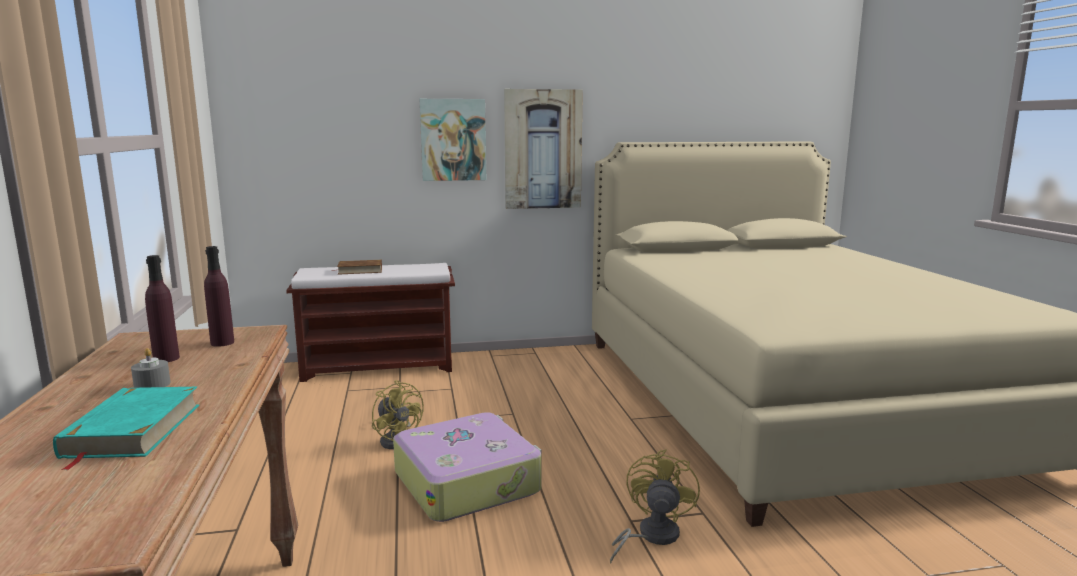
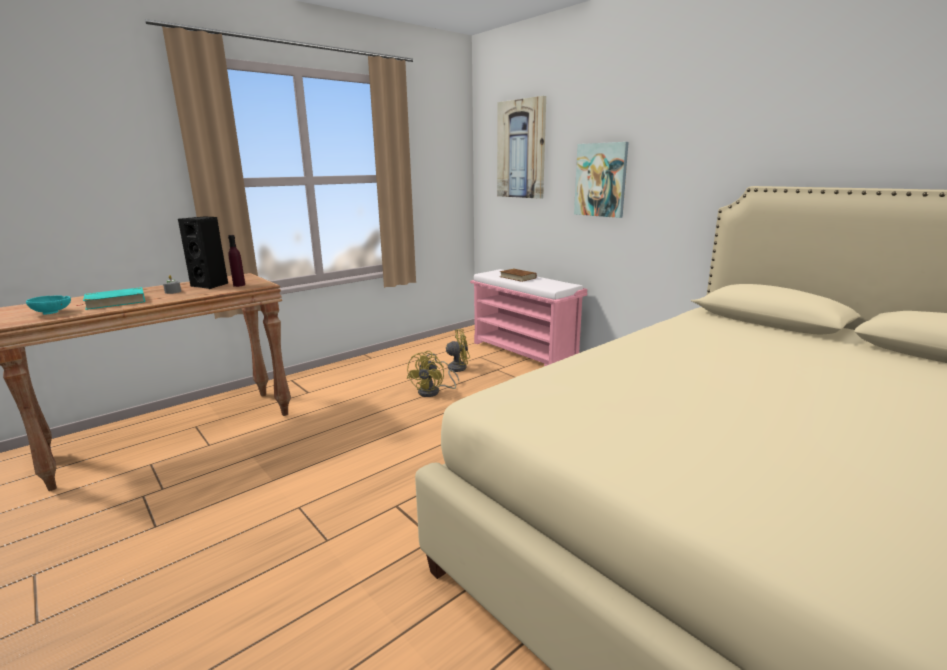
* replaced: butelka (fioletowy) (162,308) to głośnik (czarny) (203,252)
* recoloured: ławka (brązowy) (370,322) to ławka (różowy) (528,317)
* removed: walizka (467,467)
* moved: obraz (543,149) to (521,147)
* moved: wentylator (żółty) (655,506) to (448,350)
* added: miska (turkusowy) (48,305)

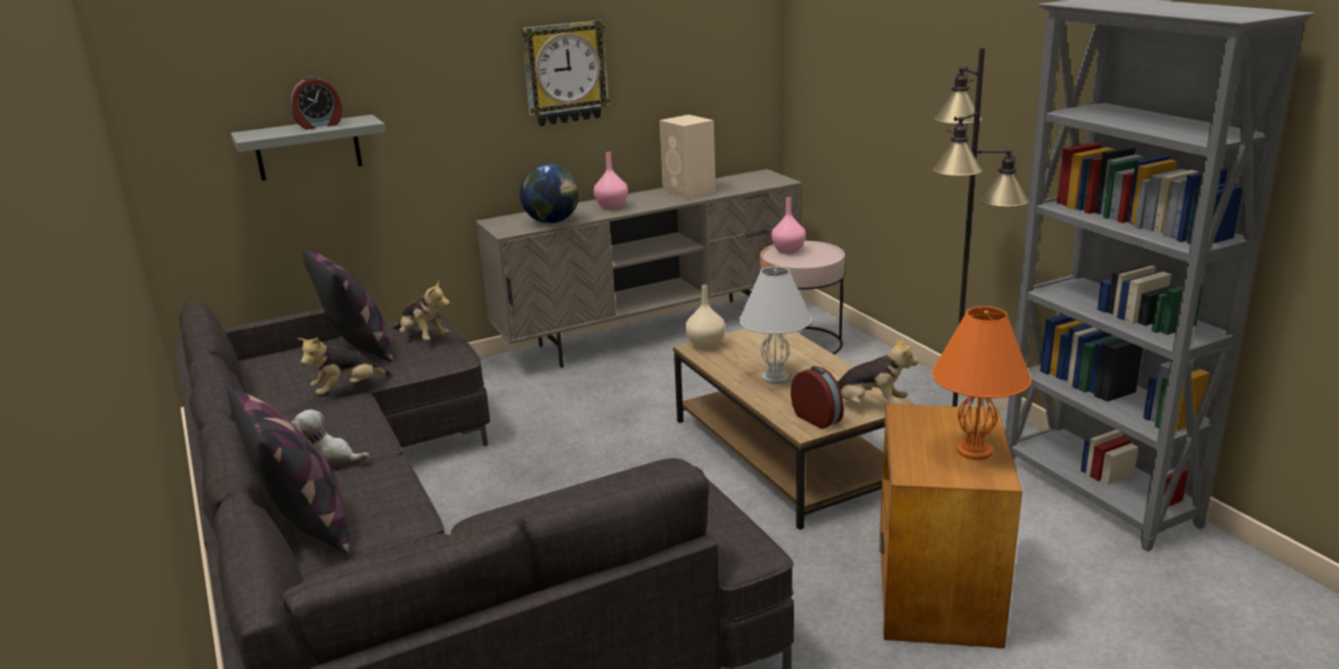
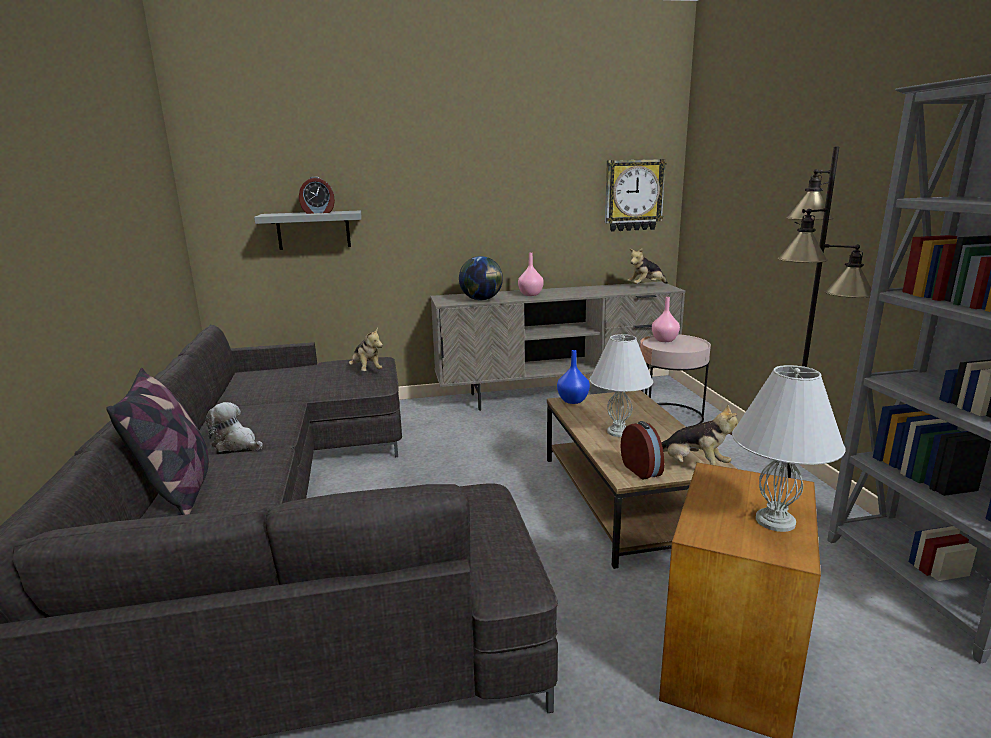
* moved: pluszak (344,366) to (647,266)
* removed: poduszka (347,304)
* moved: zegar ścienny (565,73) to (636,195)
* removed: głośnik (beżowy) (688,157)
* recoloured: wazon (beżowy) (705,317) to wazon (niebieski) (573,377)
* recoloured: lampa stołowa (pomarańczowy) (981,383) to lampa stołowa (biały) (788,448)

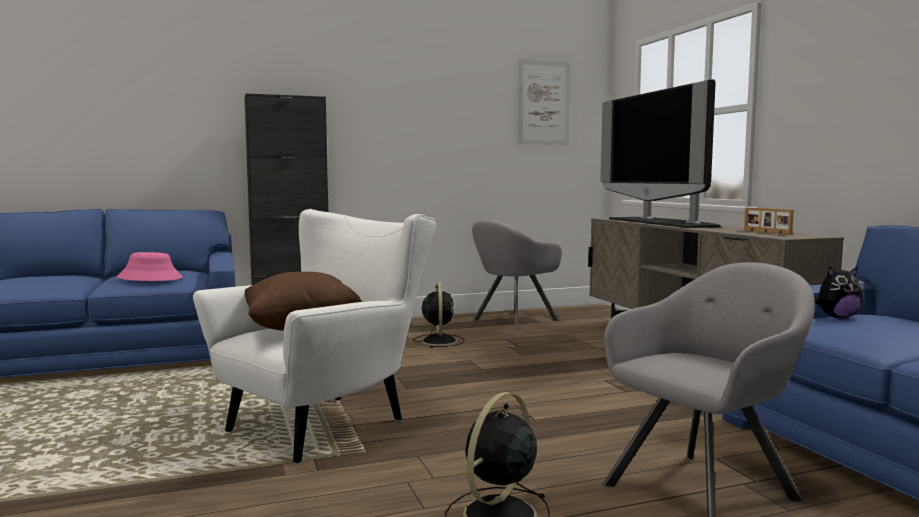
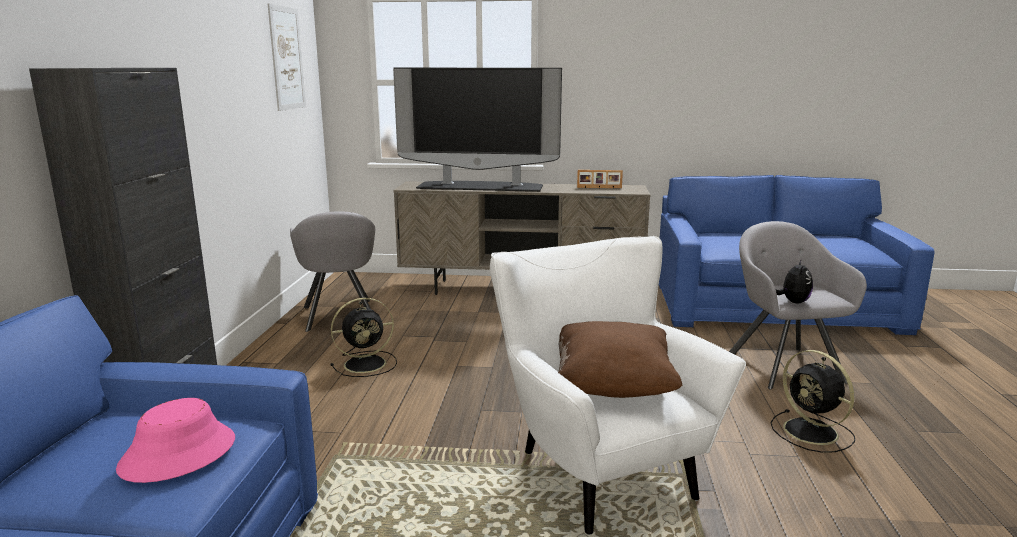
* turned: wentylator (czarny) (439,315) = (363,337) 135 degrees clockwise
* moved: pluszak (838,292) to (794,282)

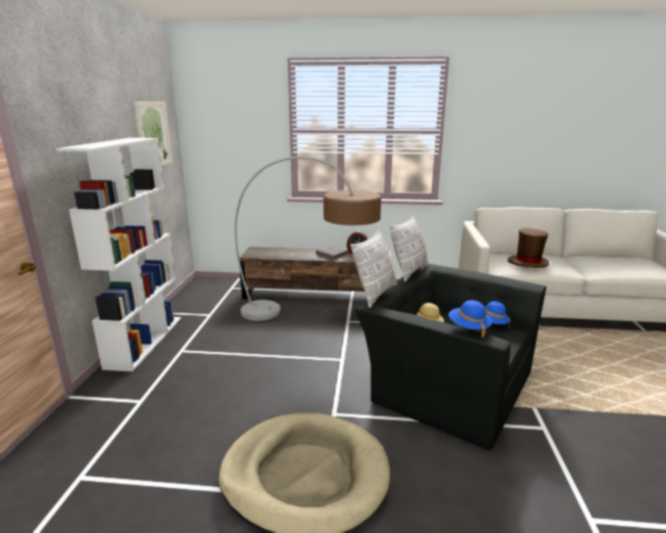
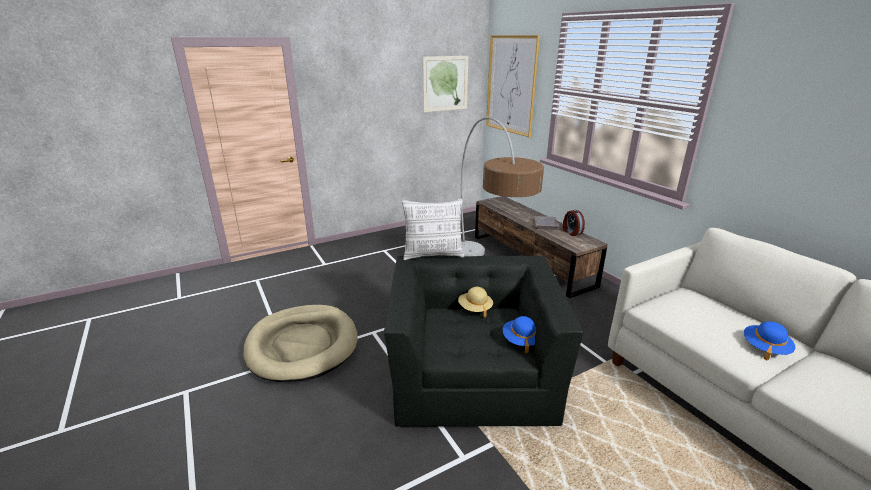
* removed: regał (biały) (118,255)
* removed: poduszka (409,248)
* moved: kapelusz (niebieski) (470,318) to (769,340)
* removed: kapelusz (brązowy) (528,248)
* added: obraz (513,86)

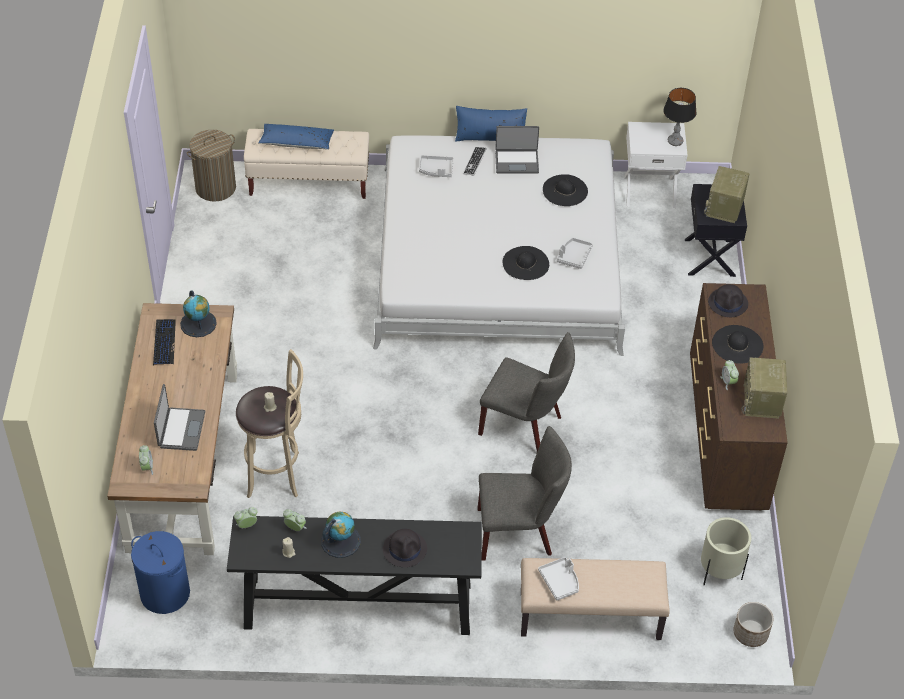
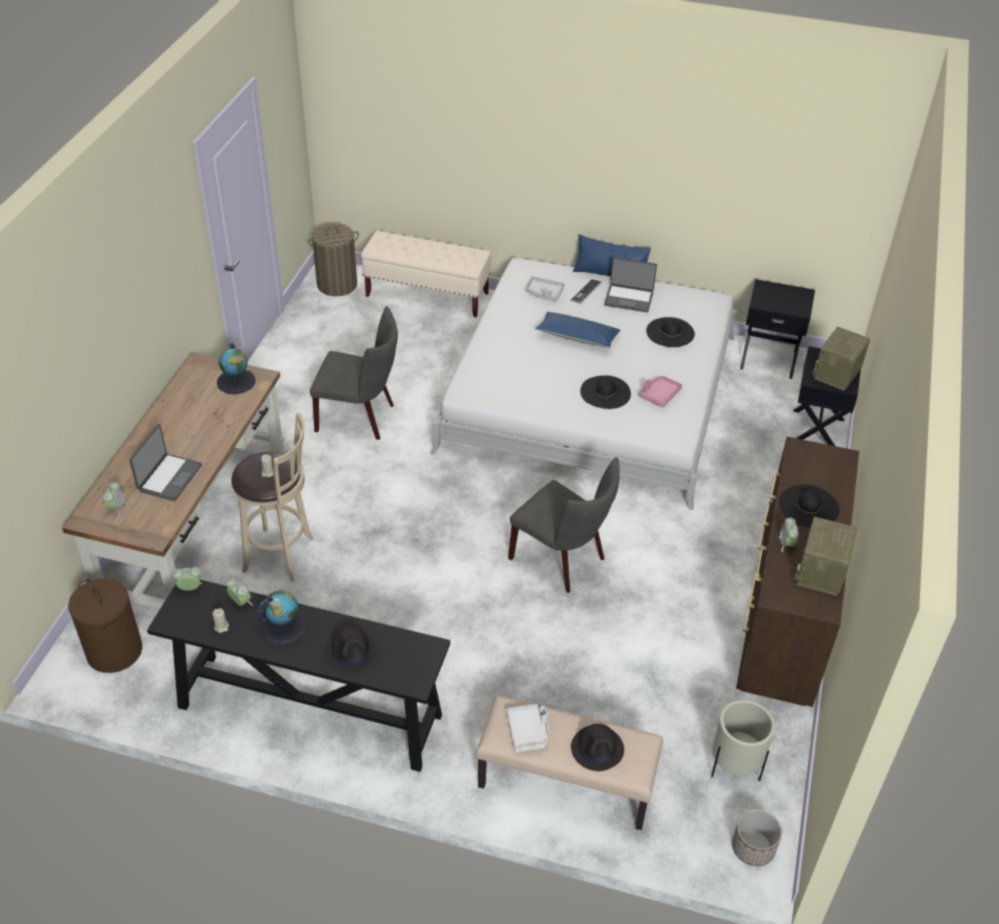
* recoloured: kosz na pranie (niebieski) (160,572) to kosz na pranie (brązowy) (105,625)
* removed: klawiatura (164,342)
* moved: poduszka (niebieski) (296,137) to (578,330)
* moved: krzesło (szary) (524,493) to (354,373)
* recoloured: taca (szary) (575,253) to taca (różowy) (660,391)
* recoloured: szafka nocna (biały) (656,165) to szafka nocna (czarny) (777,329)
* removed: lampa stołowa (680,117)
* moved: kapelusz (czarny) (728,300) to (597,747)

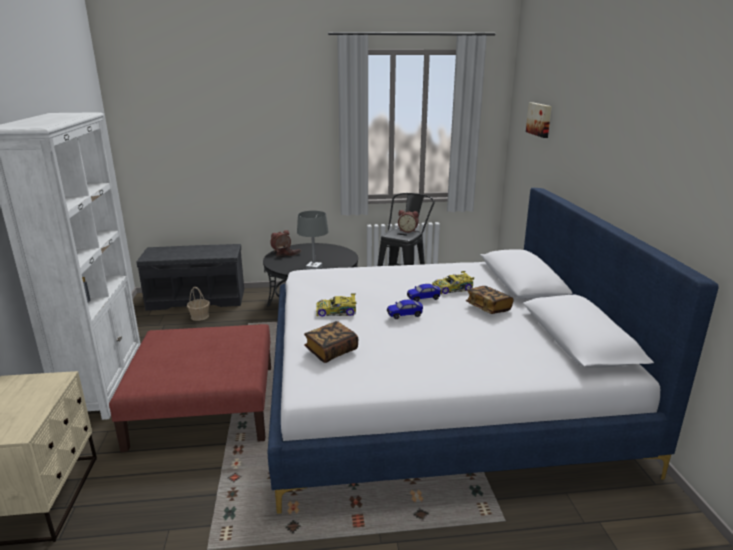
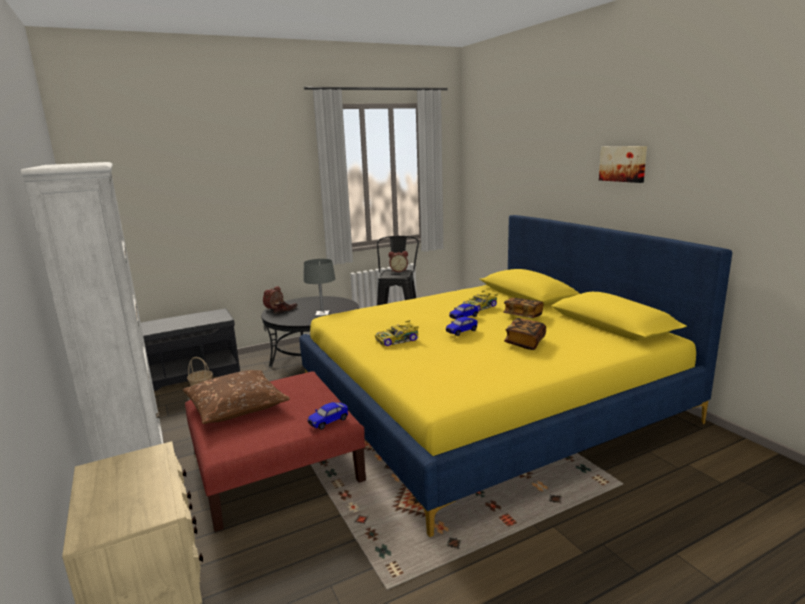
* recoloured: łóżko (biały) (493,351) to łóżko (żółty) (515,376)
* moved: książka (331,342) to (525,334)
* moved: obraz (539,120) to (623,164)
* added: poduszka (brązowy) (236,397)
* added: samochodzik (328,416)

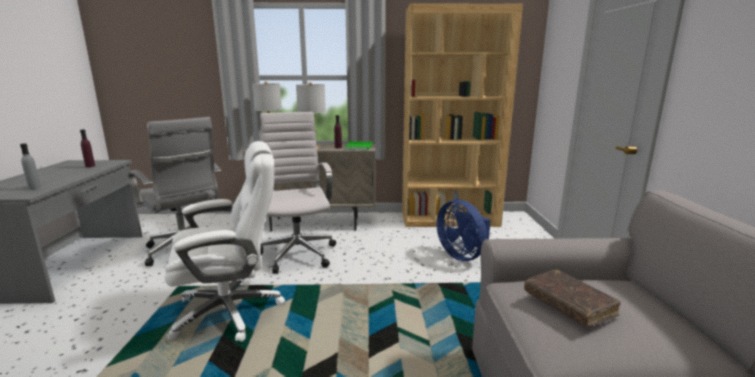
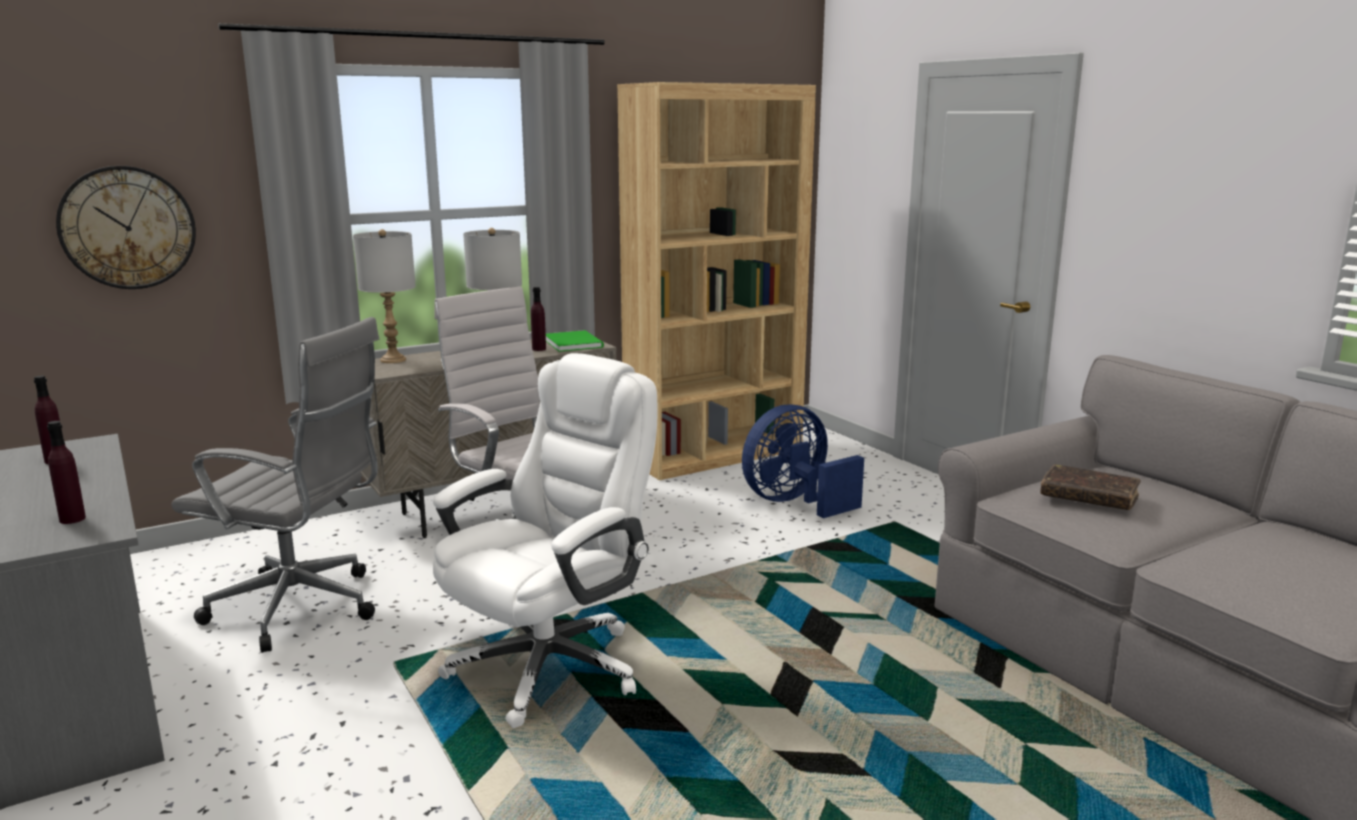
* recoloured: butelka (szary) (30,166) to butelka (fioletowy) (66,472)
* turned: wentylator (niebieski) (463,230) = (803,461) 120 degrees clockwise
* added: zegar ścienny (126,227)

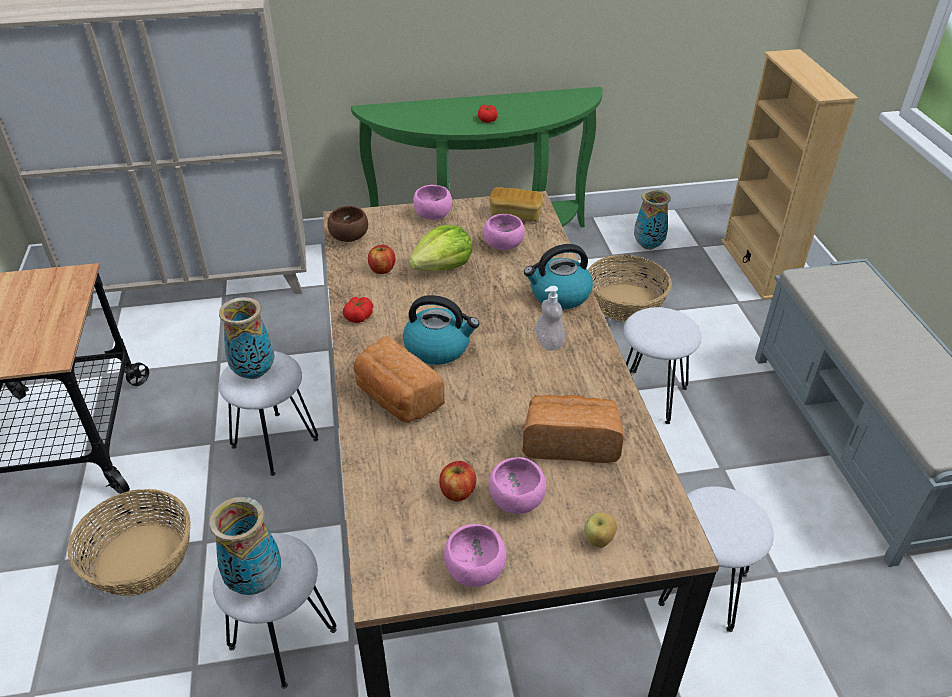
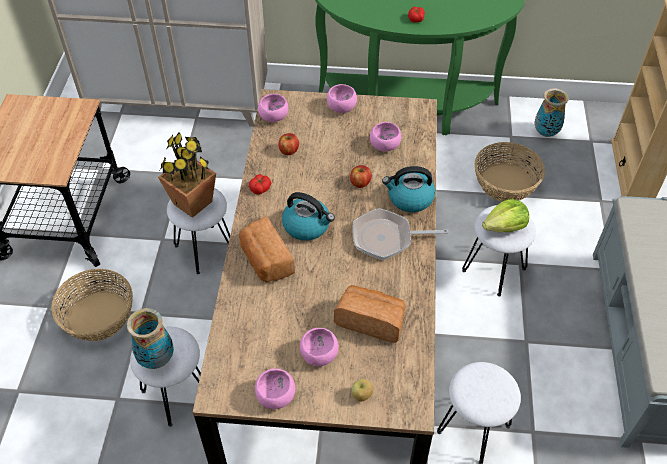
* replaced: wazon (246,338) to roślina doniczkowa (187,175)
* recoloured: miska (brązowy) (347,224) to miska (różowy) (273,108)
* moved: sałata (441,248) to (505,215)
* moved: jabłko (457,481) to (361,176)
* removed: chleb (516,204)
* replaced: dozownik mydła (550,318) to patelnia (400,234)

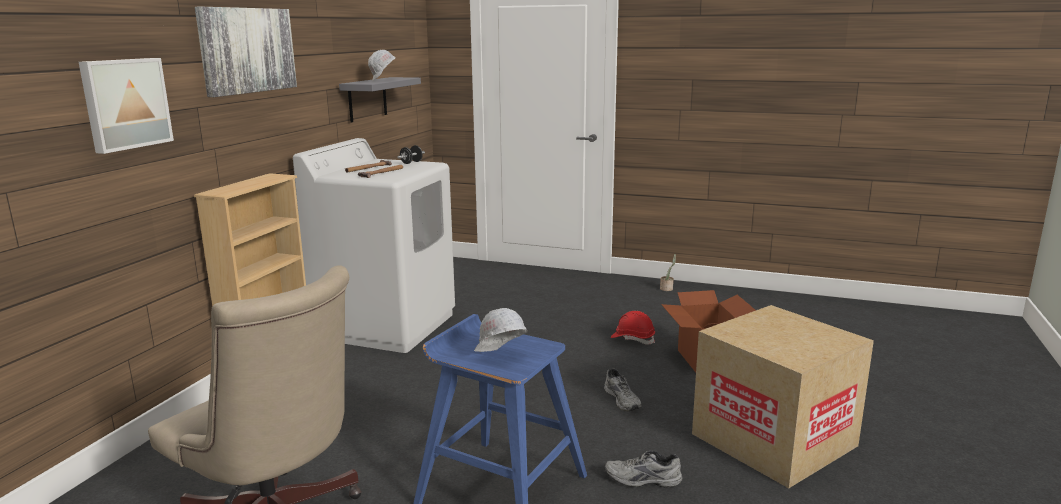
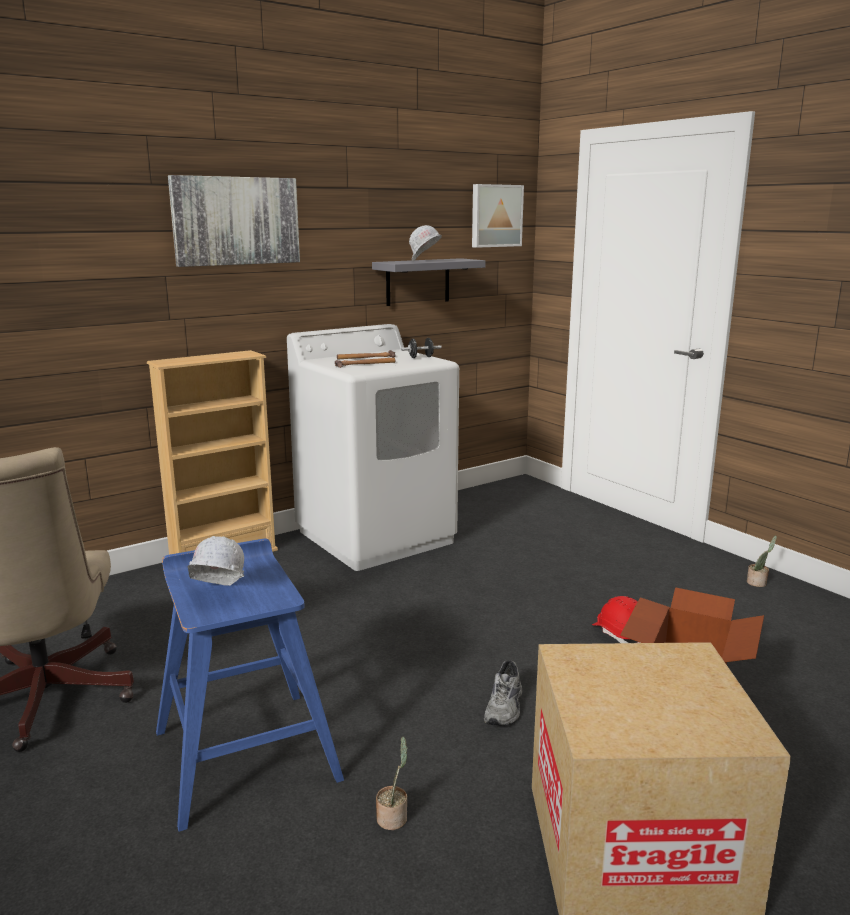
* moved: obraz (126,106) to (498,216)
* replaced: but (szary) (643,469) to roślina doniczkowa (392,783)

